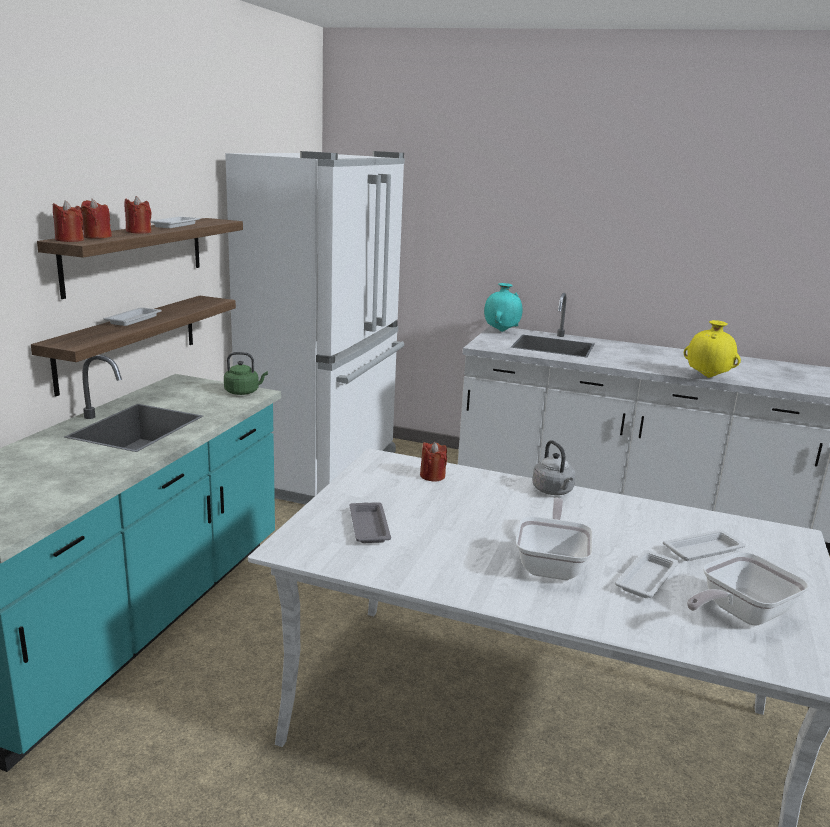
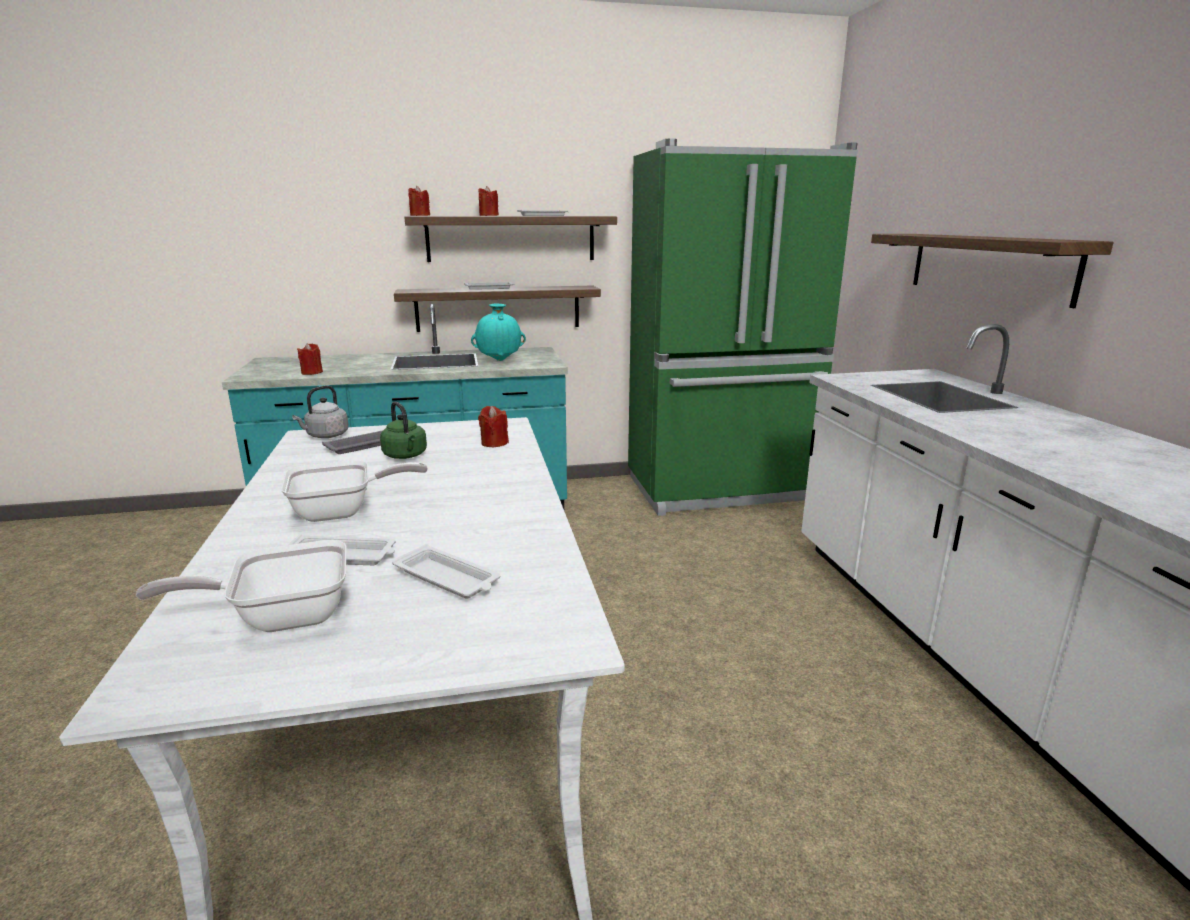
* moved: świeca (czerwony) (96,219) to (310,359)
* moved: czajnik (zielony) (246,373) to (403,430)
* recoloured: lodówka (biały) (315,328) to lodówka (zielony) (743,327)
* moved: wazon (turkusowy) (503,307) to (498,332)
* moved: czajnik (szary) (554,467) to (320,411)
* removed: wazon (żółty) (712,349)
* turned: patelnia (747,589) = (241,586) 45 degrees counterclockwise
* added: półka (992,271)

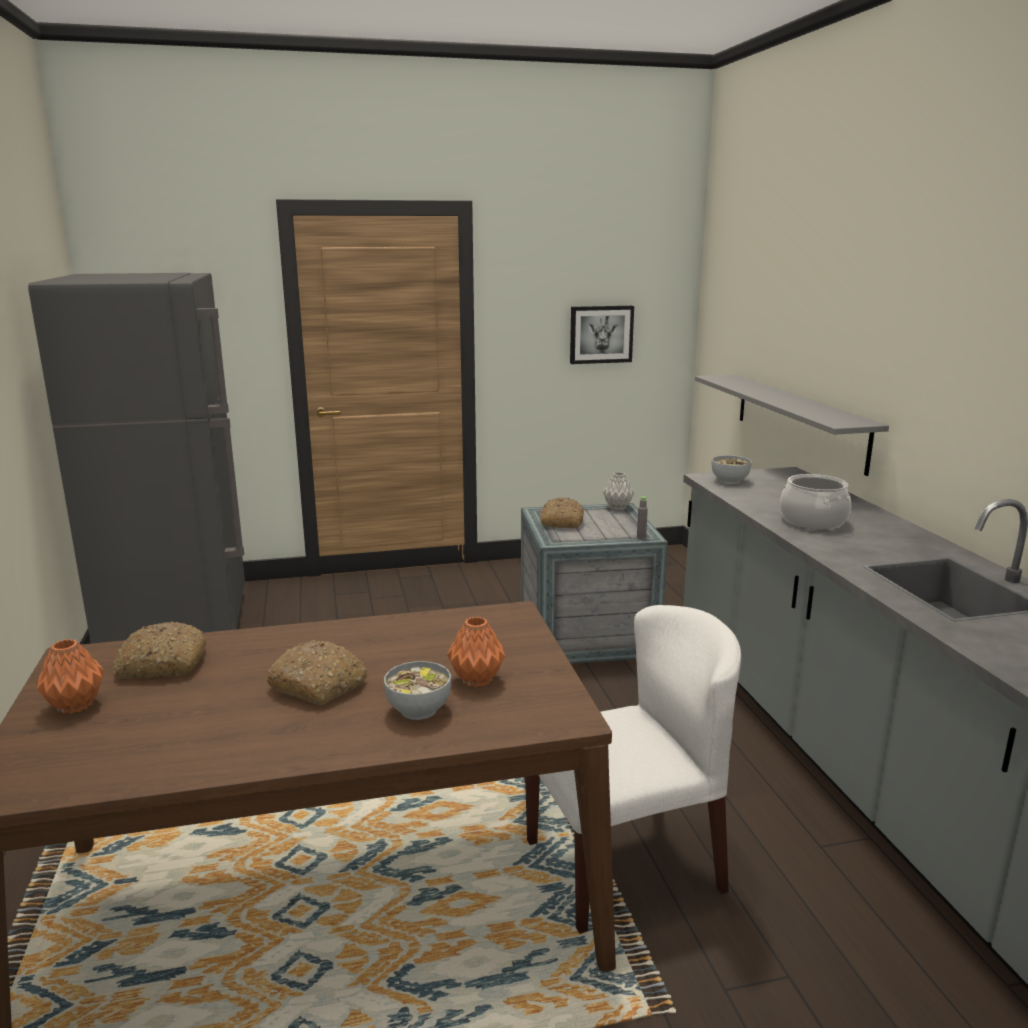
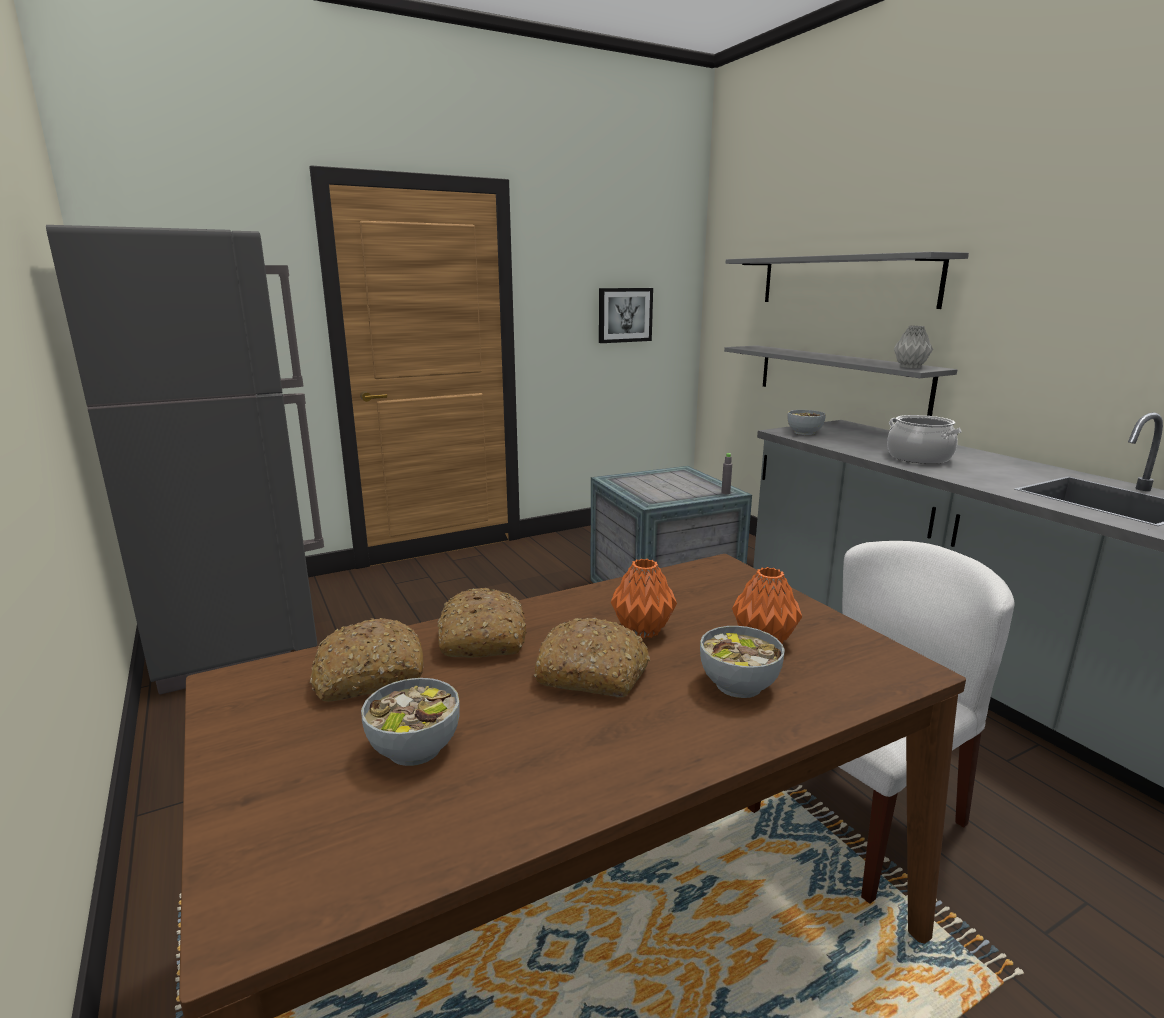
* moved: wazon (pomarańczowy) (70,676) to (644,599)
* moved: chleb (562,512) to (482,623)
* moved: wazon (szary) (618,491) to (913,347)
* added: miska (410,722)
* added: półka (szary) (847,280)

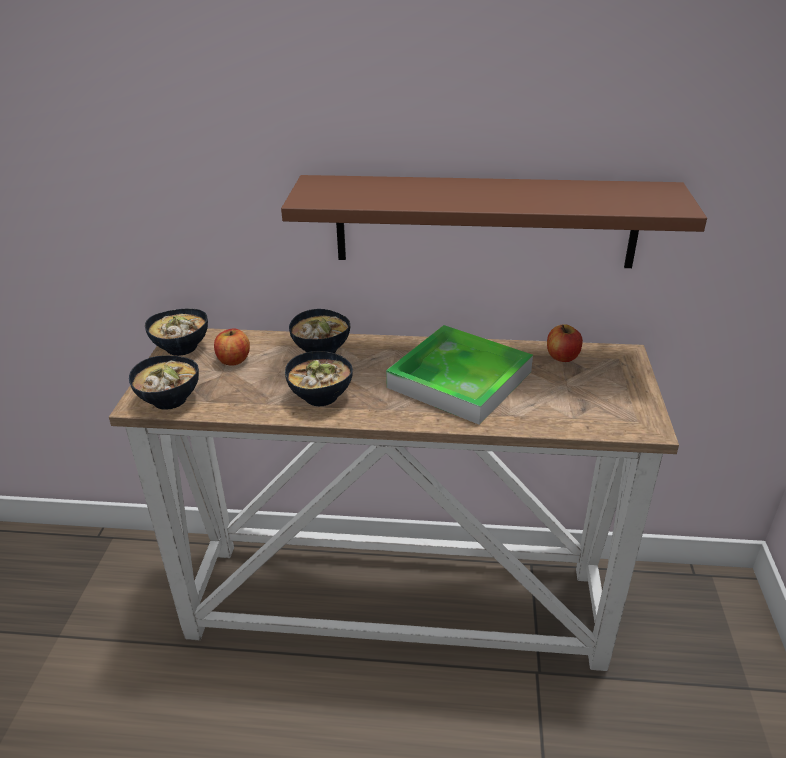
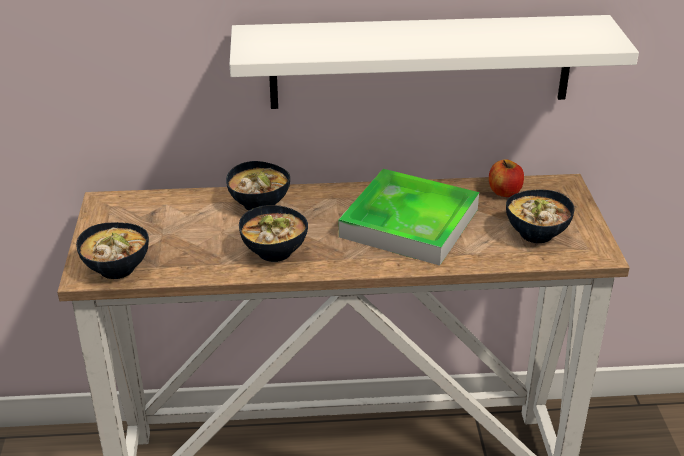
* moved: miska (176,332) to (540,216)
* removed: jabłko (232,347)
* recoloured: półka (brązowy) (494,221) to półka (biały) (434,62)

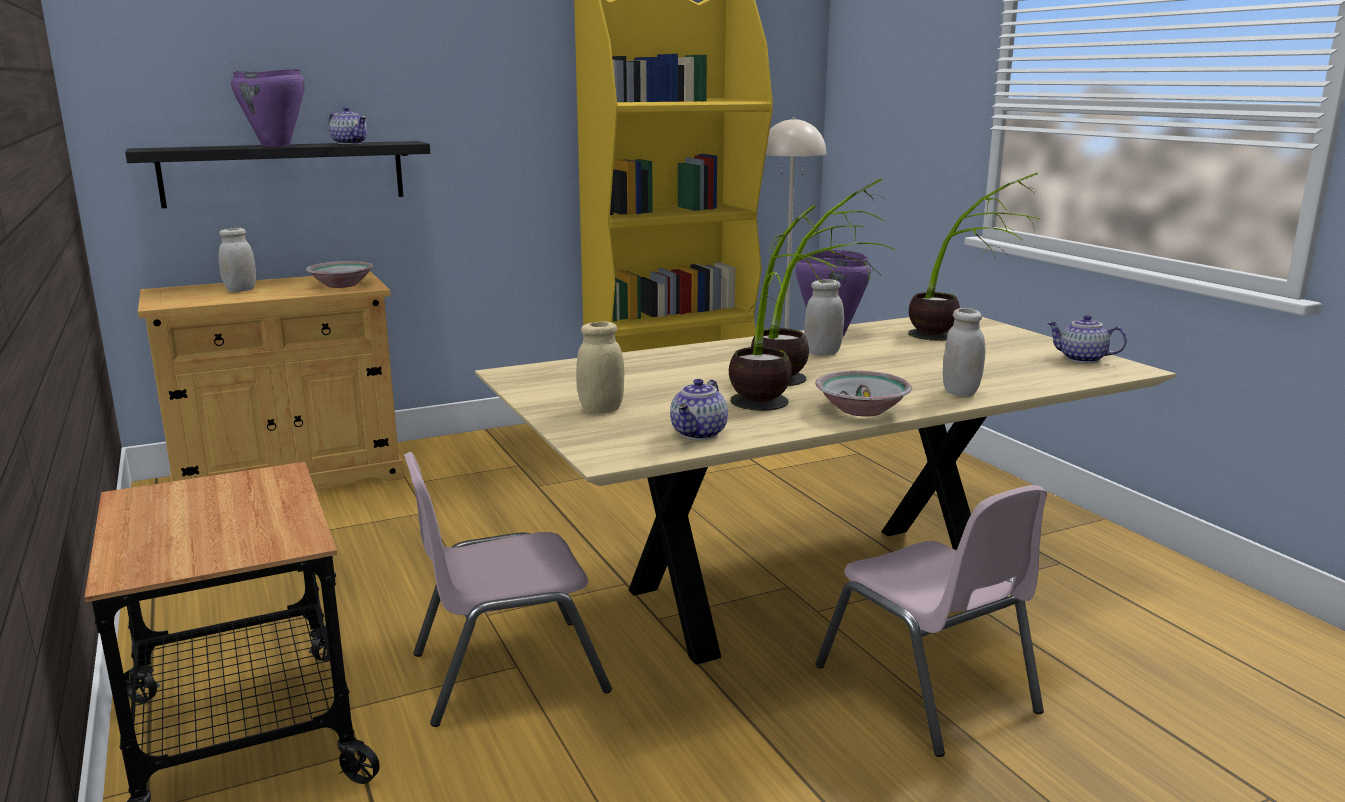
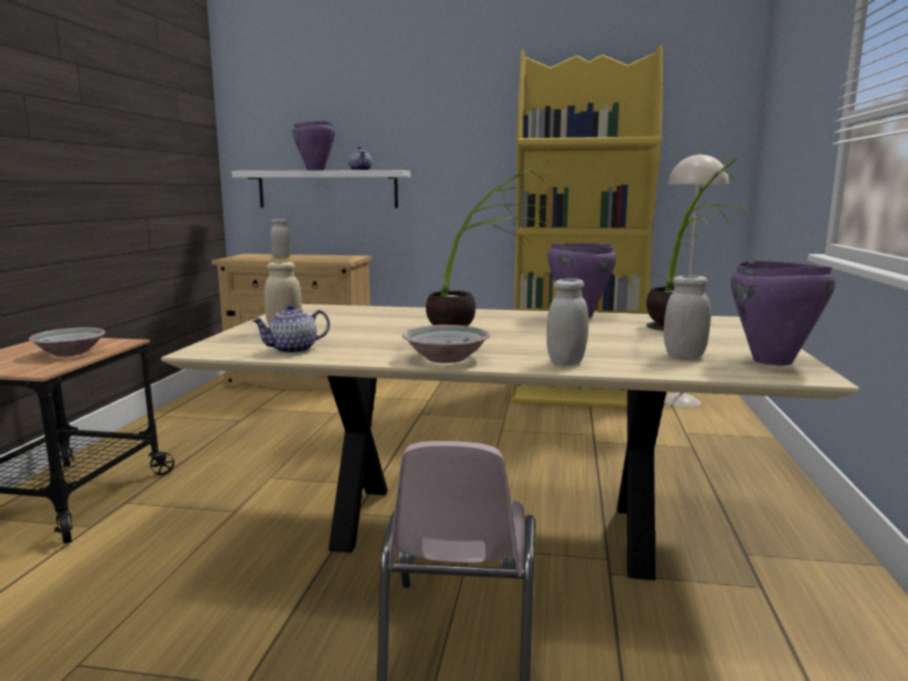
* recoloured: półka (czarny) (277,174) to półka (biały) (321,189)
* moved: miska (340,274) to (67,342)
* removed: krzesło (różowy) (507,589)
* removed: roślina doniczkowa (783,308)
* moved: słoik (biały) (824,317) to (687,316)
* replaced: imbryk (1087,339) to garnek (fioletowy) (783,313)

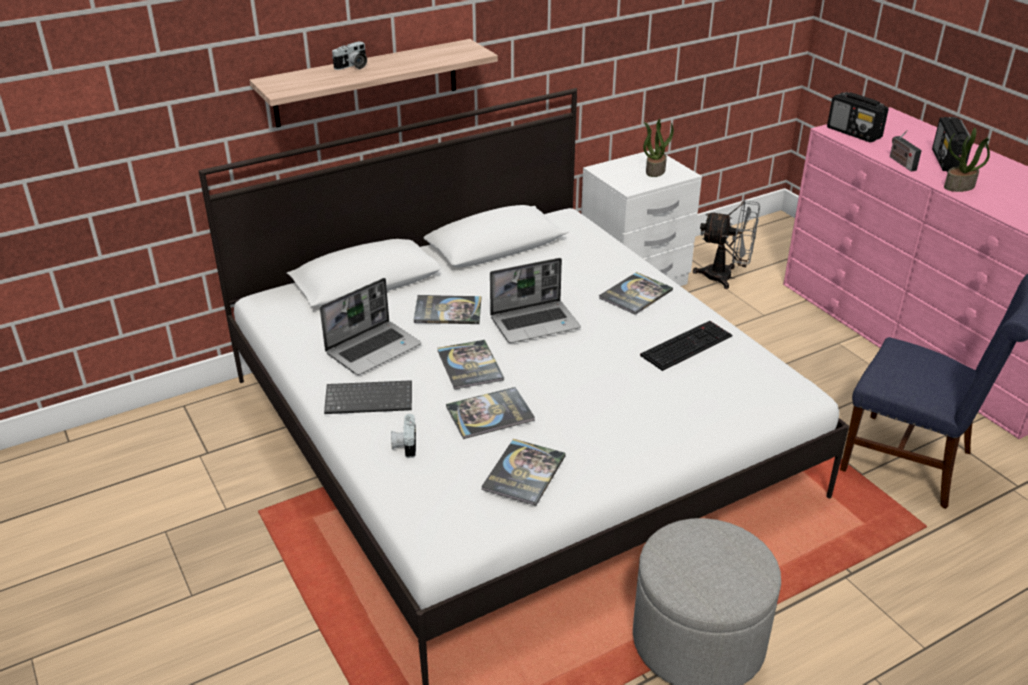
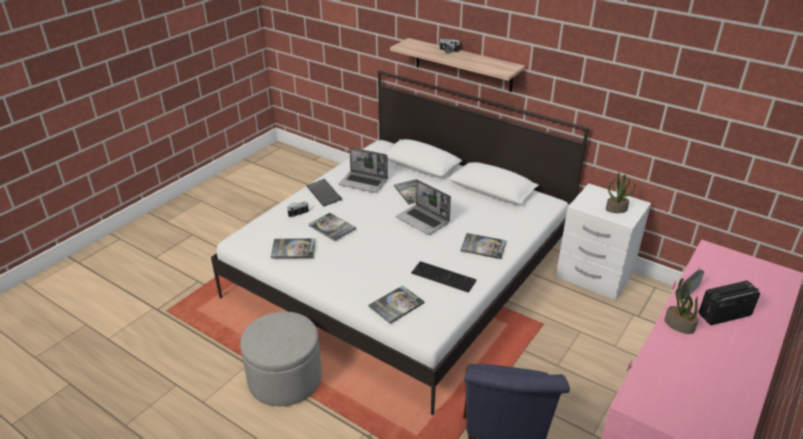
* moved: książka (470,365) to (397,304)
* removed: wentylator (szary) (726,244)
* removed: radio (858,117)

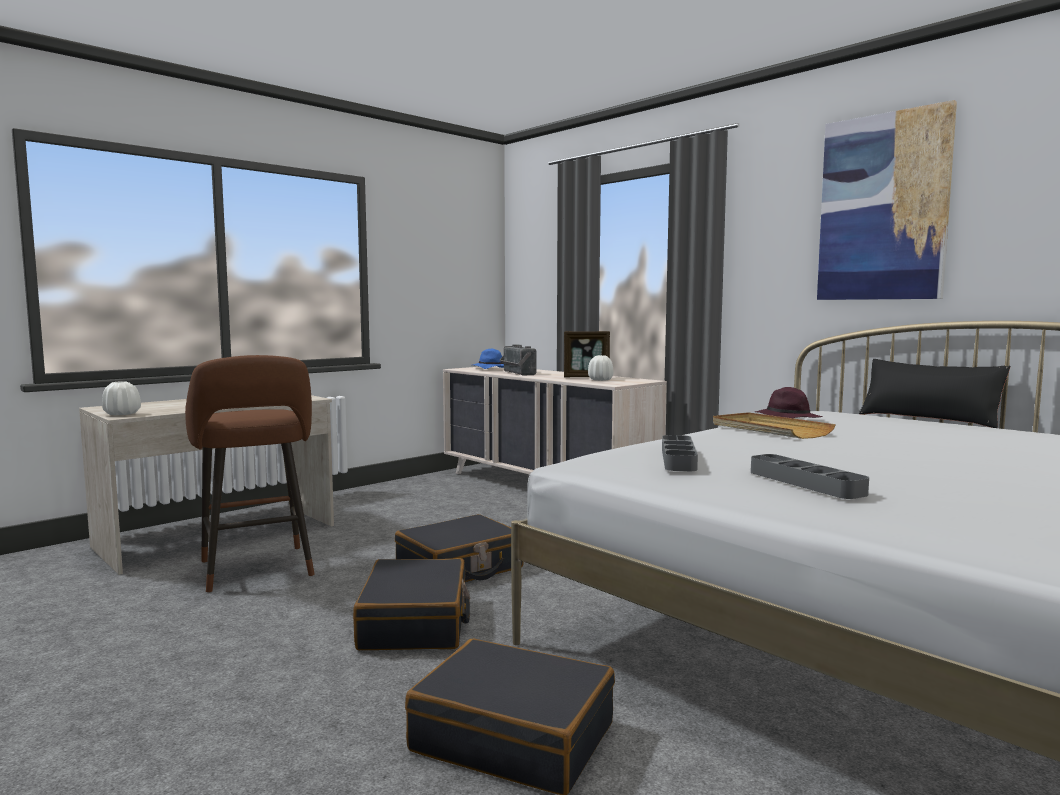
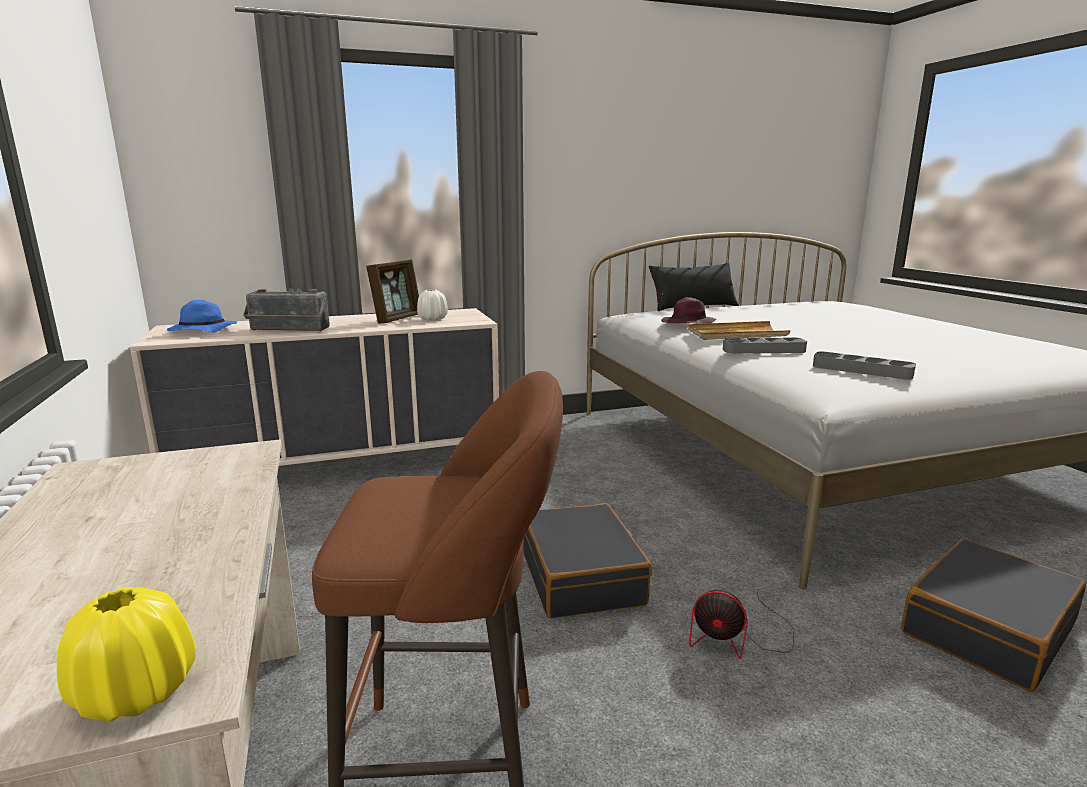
* recoloured: wazon (biały) (121,398) to wazon (żółty) (126,654)
* replaced: walizka (czarny) (411,604) to wentylator (741,623)
* moved: taca (szary) (810,476) to (765,346)
* removed: obraz (887,200)

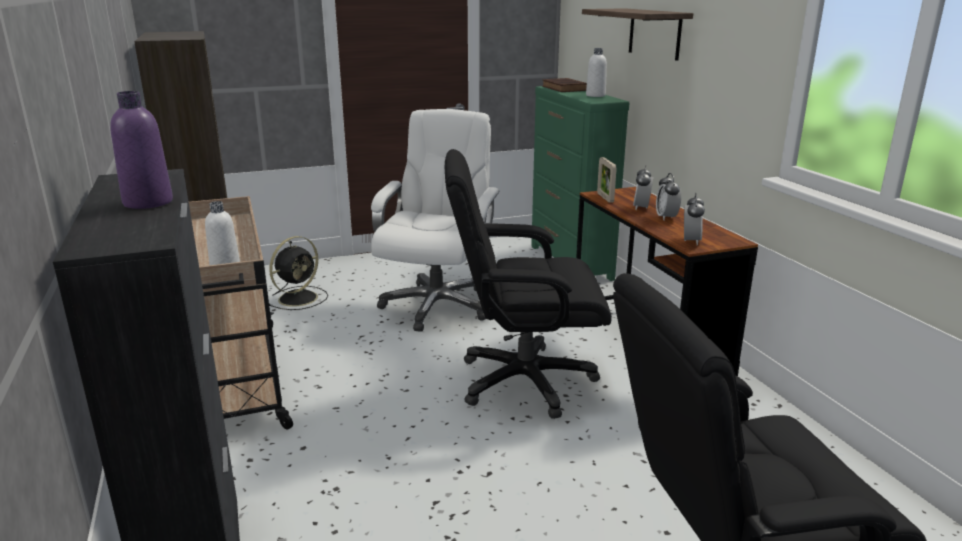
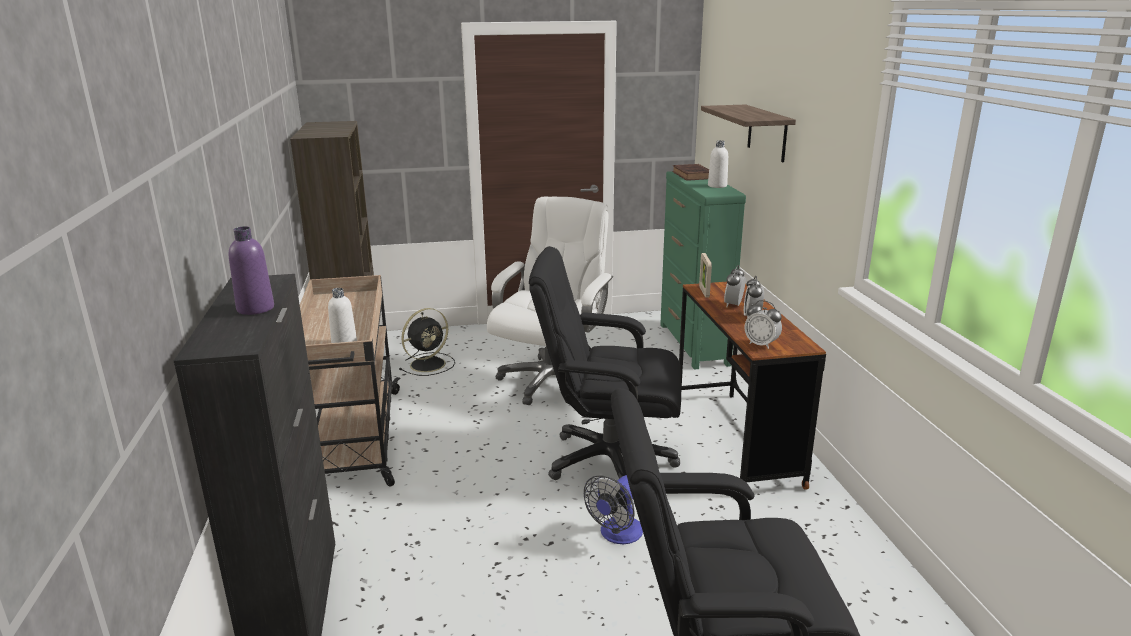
* turned: budzik (694,219) = (763,324) 105 degrees clockwise
* added: wentylator (613,509)

